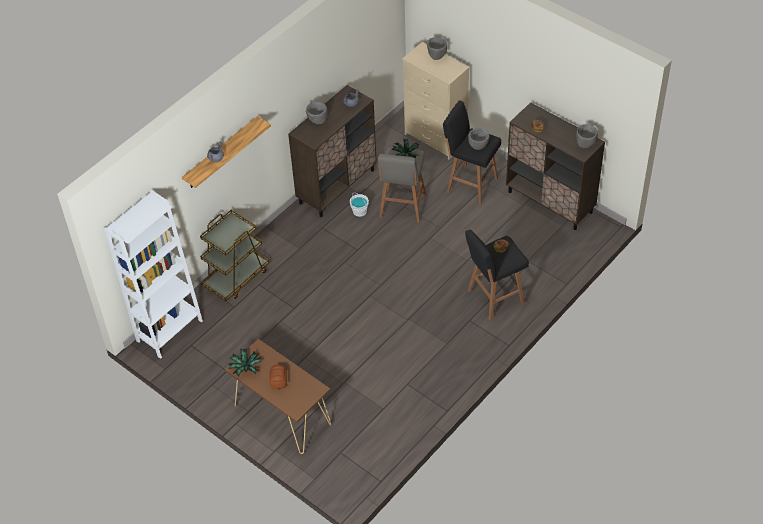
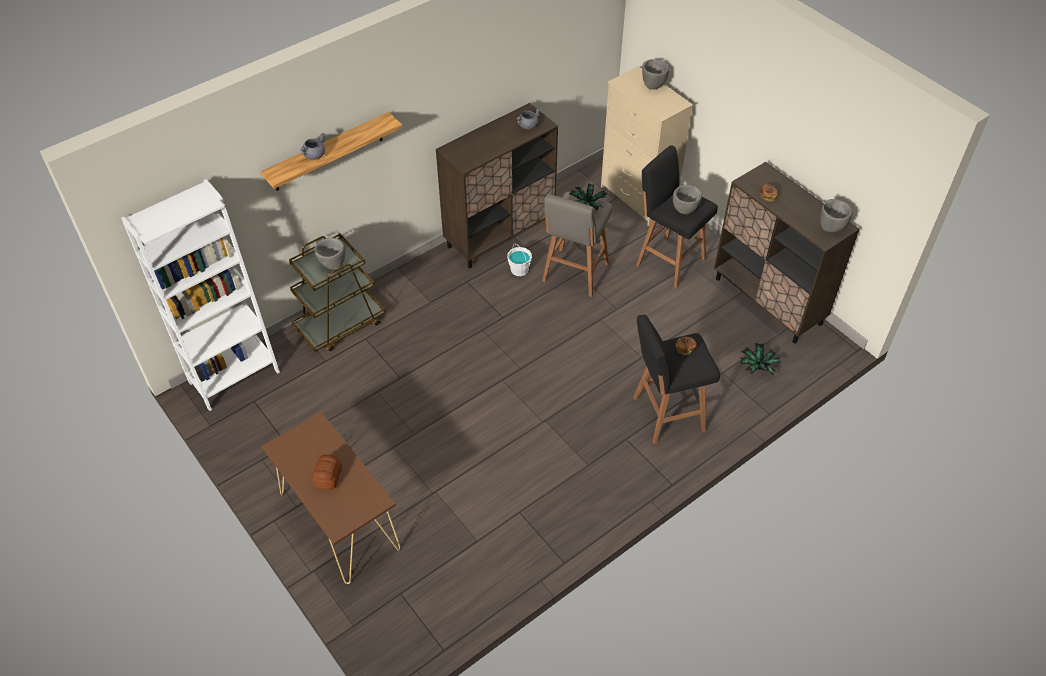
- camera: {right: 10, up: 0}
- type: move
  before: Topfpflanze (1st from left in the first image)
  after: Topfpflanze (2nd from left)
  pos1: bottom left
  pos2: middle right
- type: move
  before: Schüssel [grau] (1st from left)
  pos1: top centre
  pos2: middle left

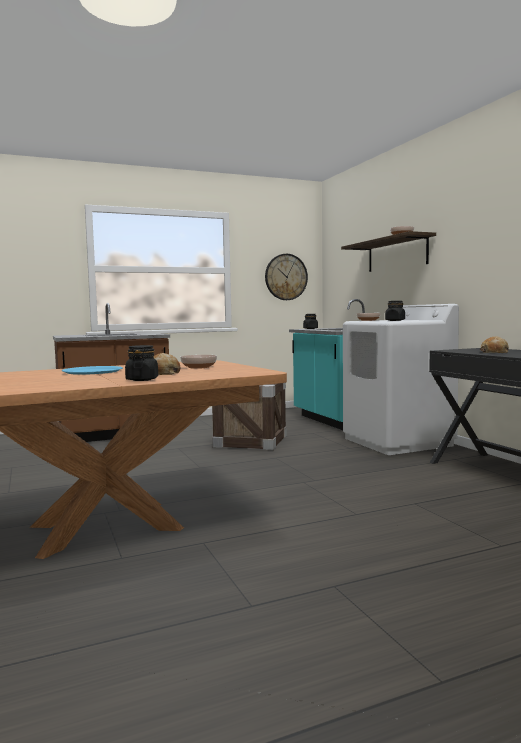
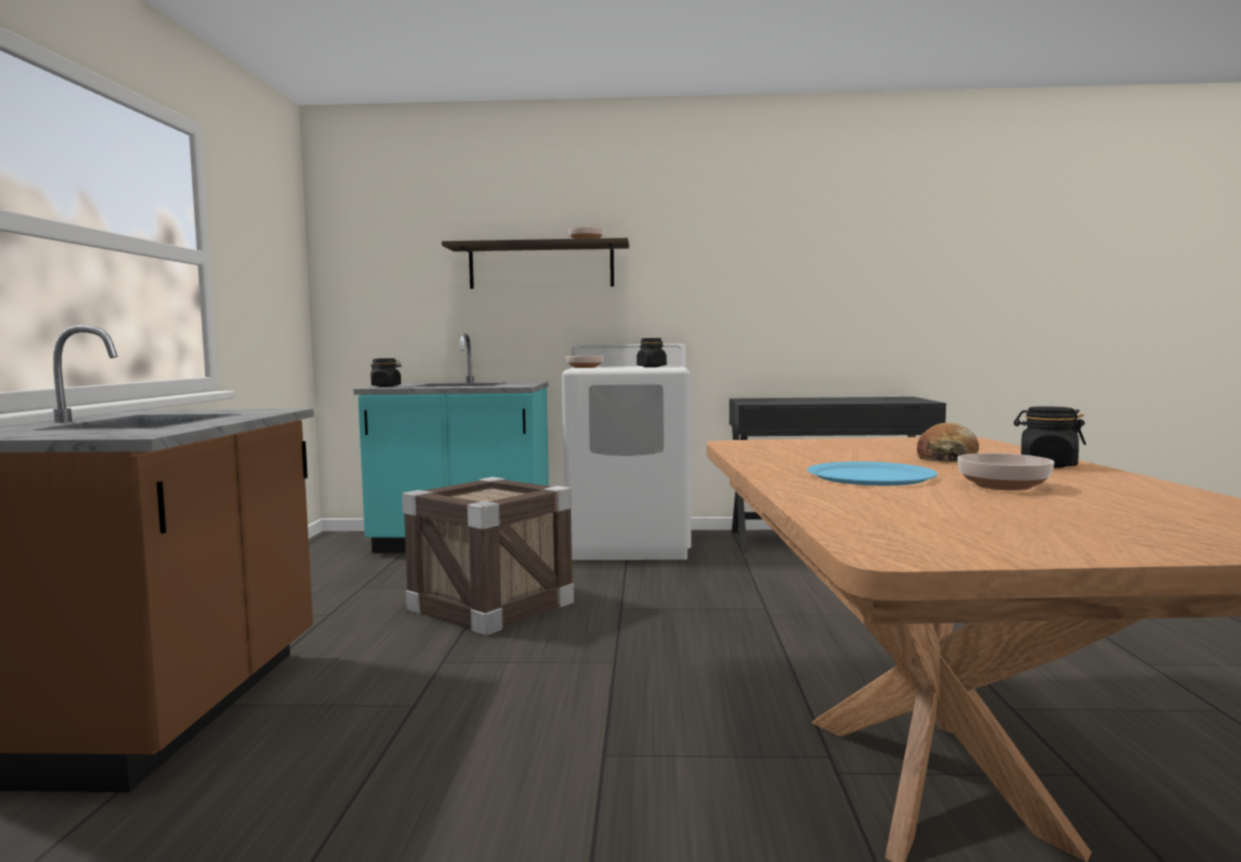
- camera: {right: -65, up: 0}
- type: delete
  before: Wanduhr
  pos1: centre
- type: delete
  before: Brot (2nd from left)
  pos1: middle right
- type: move
  before: Schüssel (1st from left in the first image)
  after: Schüssel (3rd from left)
  pos1: centre
  pos2: middle right

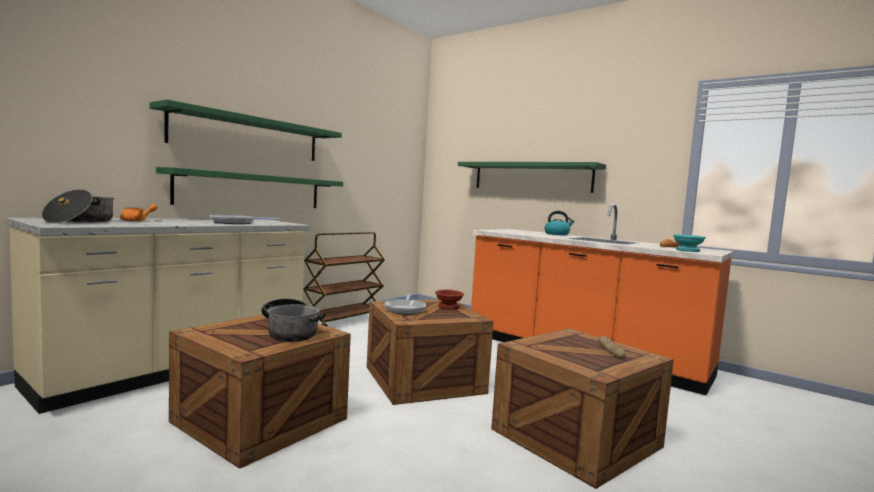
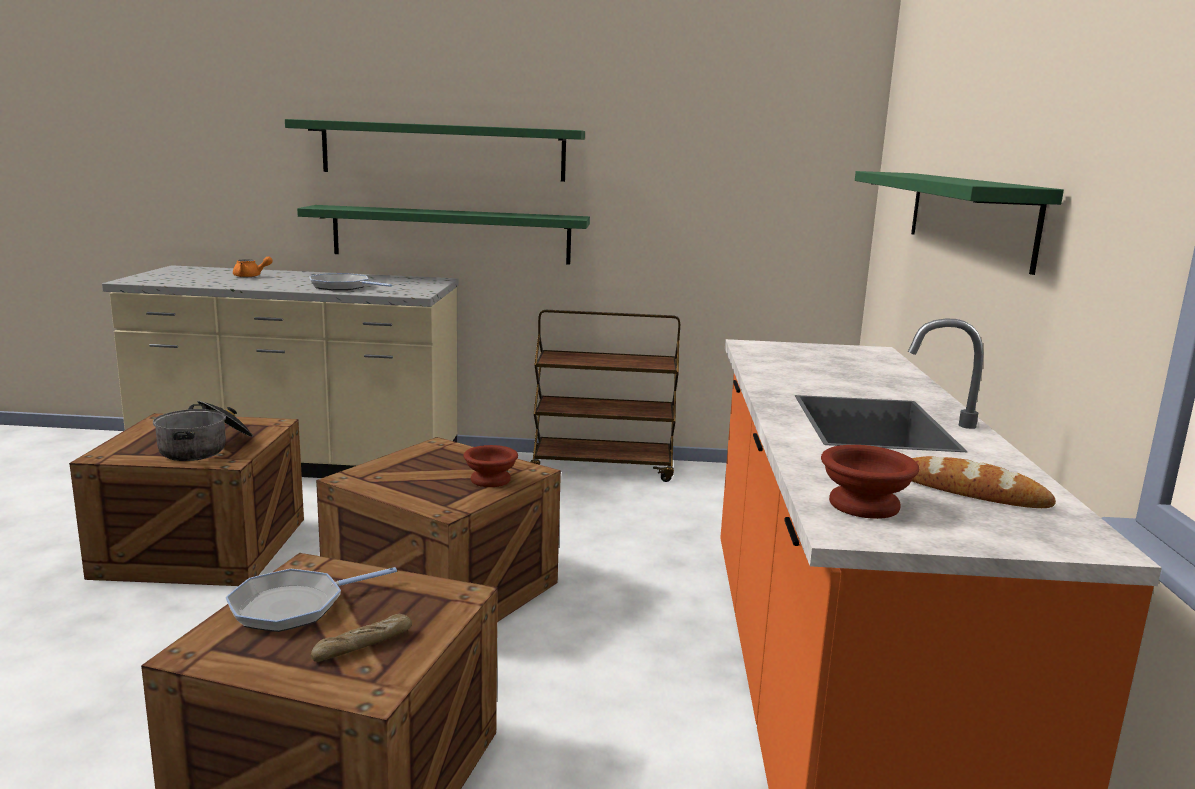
- camera: {right: 55, up: 10}
- type: delete
  before: Kochtopf (1st from left)
  pos1: middle left
- type: delete
  before: Wasserkessel
  pos1: centre
- type: move
  before: Pfanne (2nd from left in the first image)
  after: Pfanne (1st from left)
  pos1: centre
  pos2: bottom left
- type: recolor
  before: Schüssel [türkis]
  after: Schüssel [braun] (2nd from left)
  pos1: middle right
  pos2: middle right

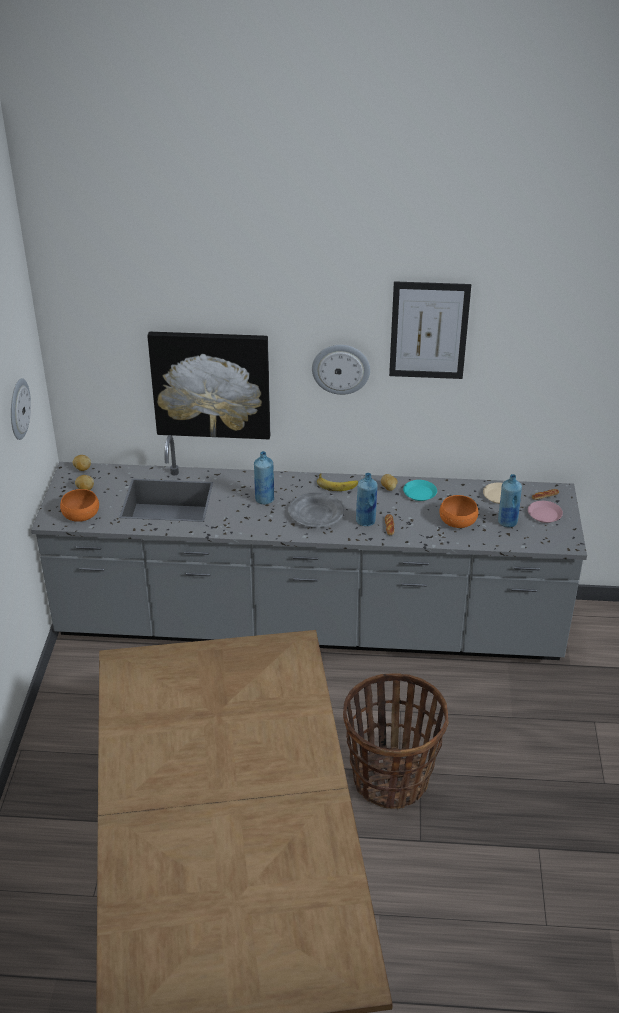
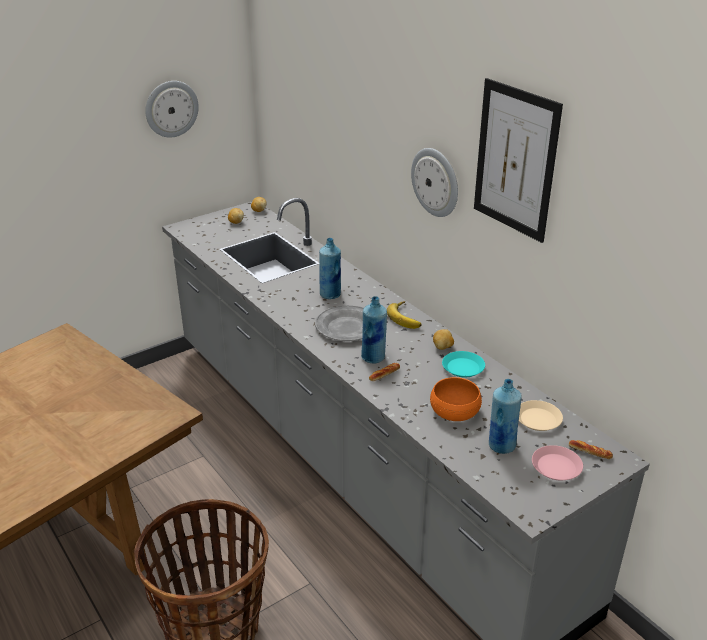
- camera: {right: 50, up: -5}
- type: delete
  before: Schüssel [orange] (1st from left)
  pos1: middle left
- type: delete
  before: Bild (1st from left)
  pos1: centre

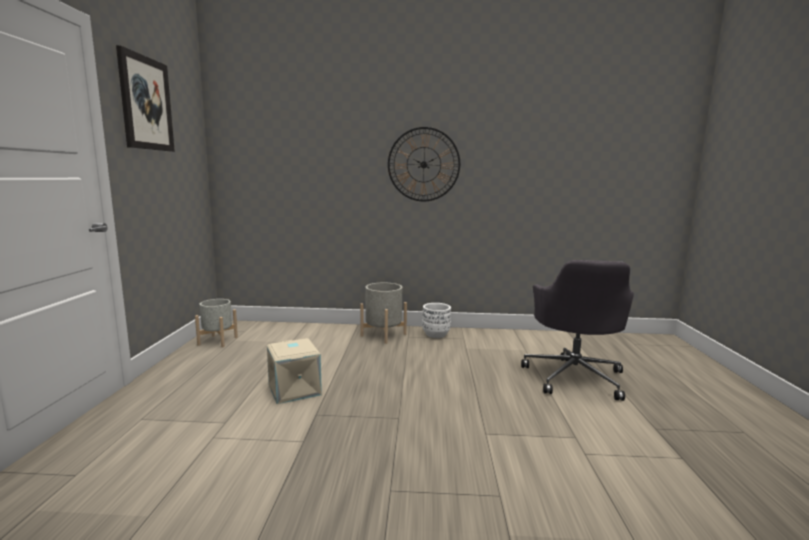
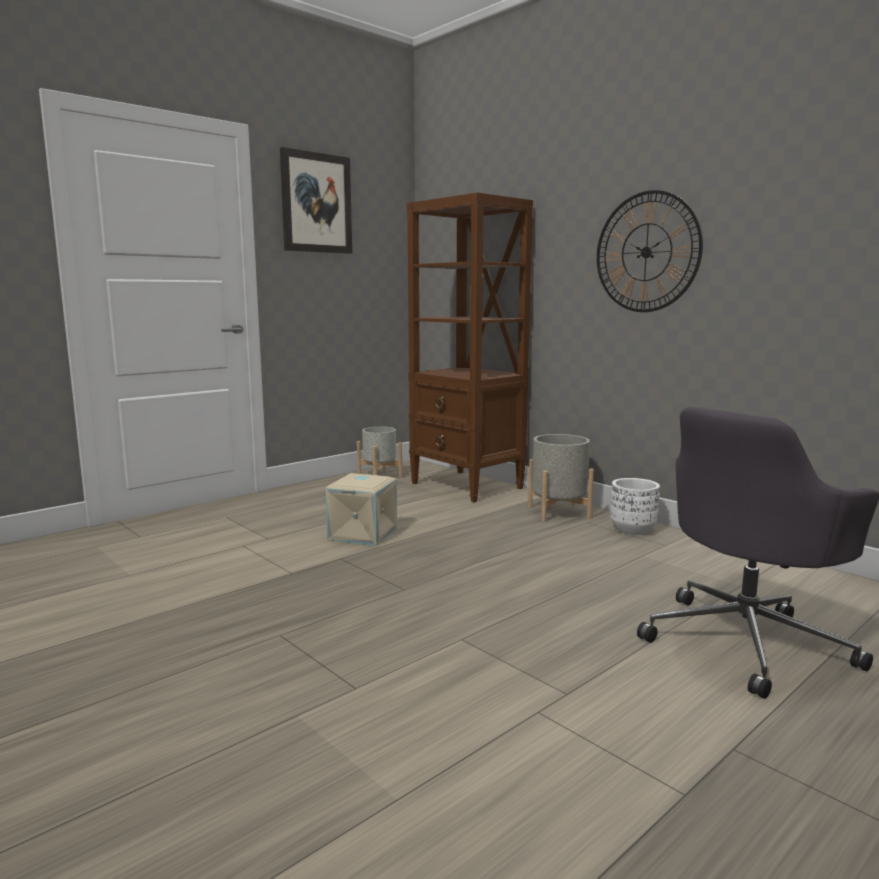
- camera: {right: 45, up: 0}
- type: insert
  after: Bücherregal [braun]
  pos2: centre

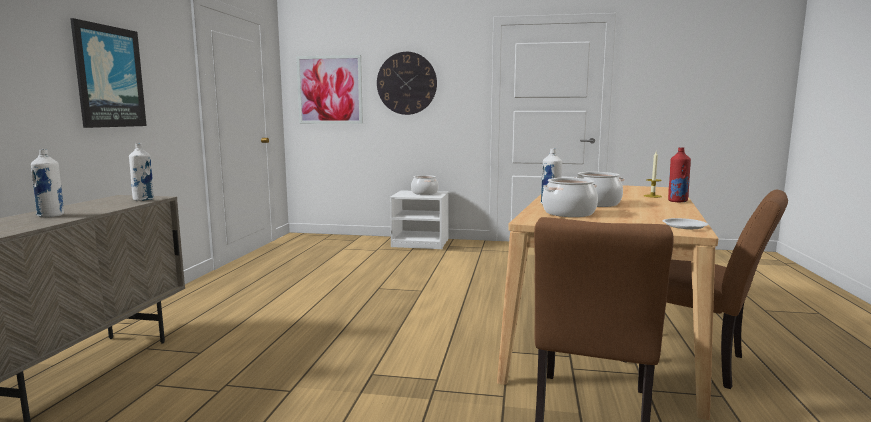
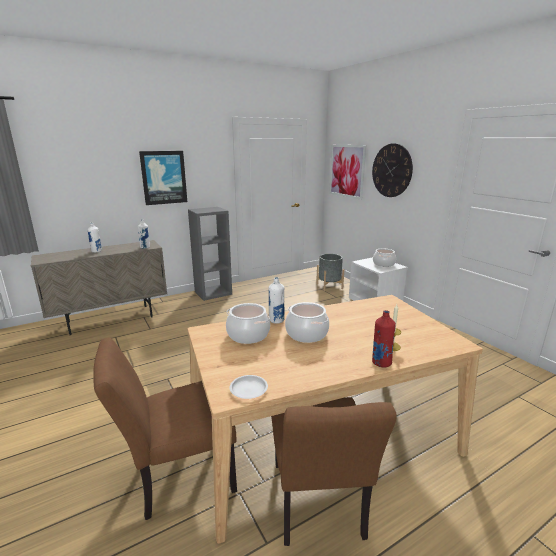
- camera: {right: 50, up: 10}
- type: insert
  after: Bücherregal [grau]
  pos2: centre
- type: insert
  after: Pflanzkübel [grau]
  pos2: centre

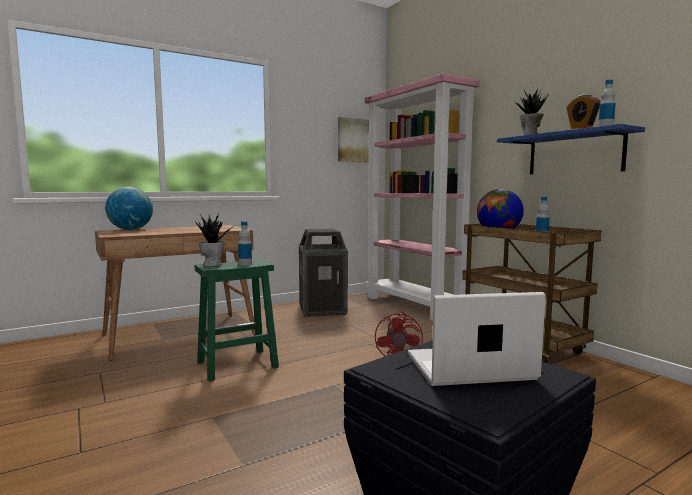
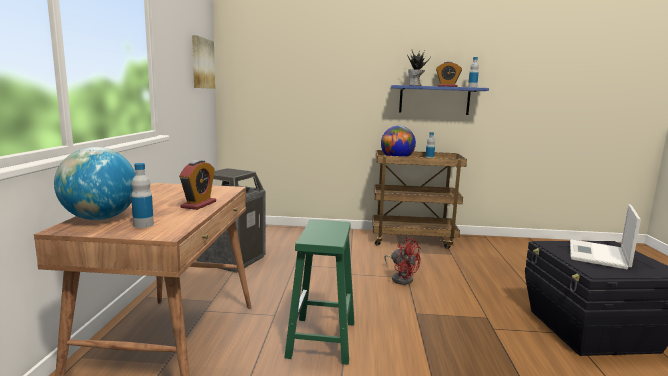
- camera: {right: -55, up: 5}
- type: delete
  before: Topfpflanze (1st from left)
  pos1: middle left
- type: delete
  before: Bücherregal [rosa]
  pos1: centre
- type: insert
  after: Wecker (1st from left)
  pos2: middle left
- type: move
  before: Flasche (1st from left)
  pos1: centre
  pos2: middle left

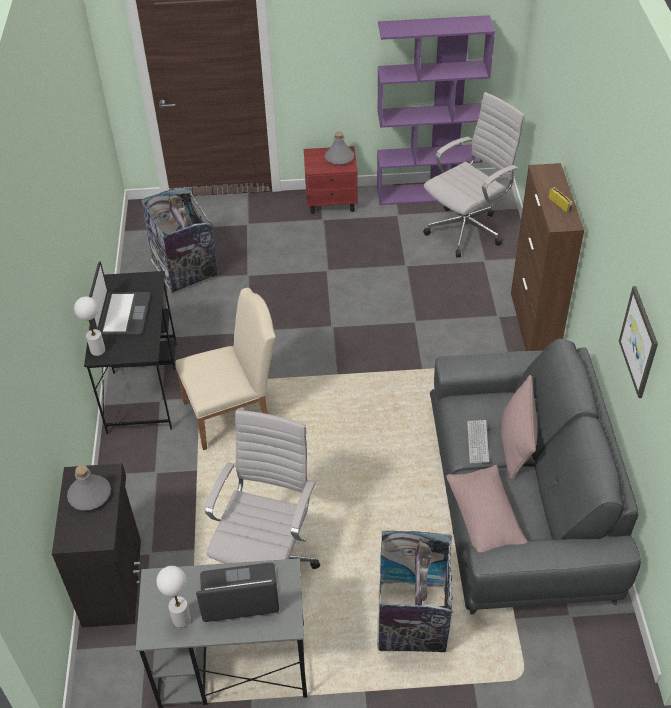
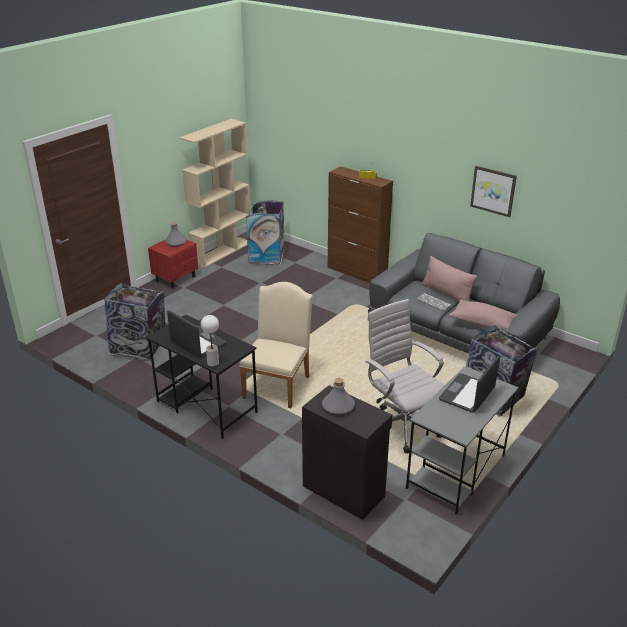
- camera: {right: -50, up: -15}
- type: delete
  before: Tischlampe [weiß] (2nd from left)
  pos1: bottom left
- type: replace
  before: Bürostuhl [weiß] (2nd from left)
  after: Mülleimer (2nd from left)
  pos1: top right
  pos2: centre
- type: recolor
  before: Bücherregal [lila]
  after: Bücherregal [beige]
  pos1: top centre
  pos2: top centre

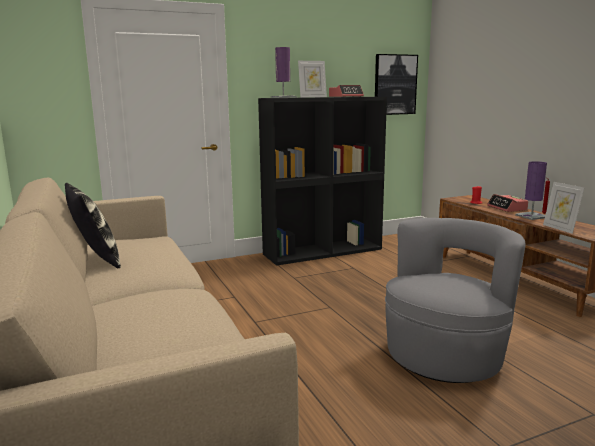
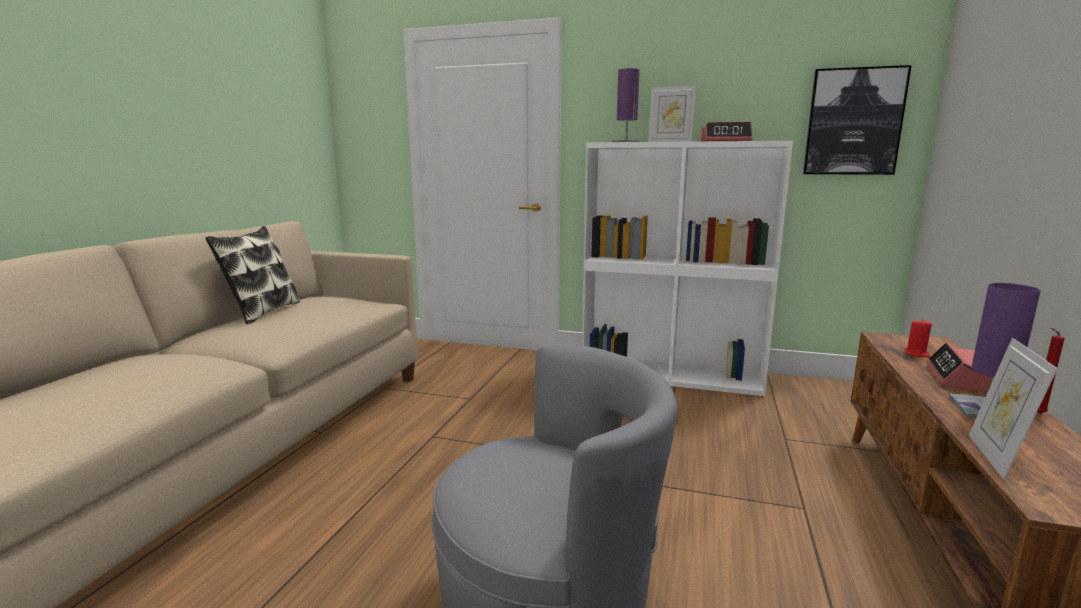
- camera: {right: 40, up: 0}
- type: recolor
  before: Bücherregal [schwarz]
  after: Bücherregal [weiß]
  pos1: centre
  pos2: centre

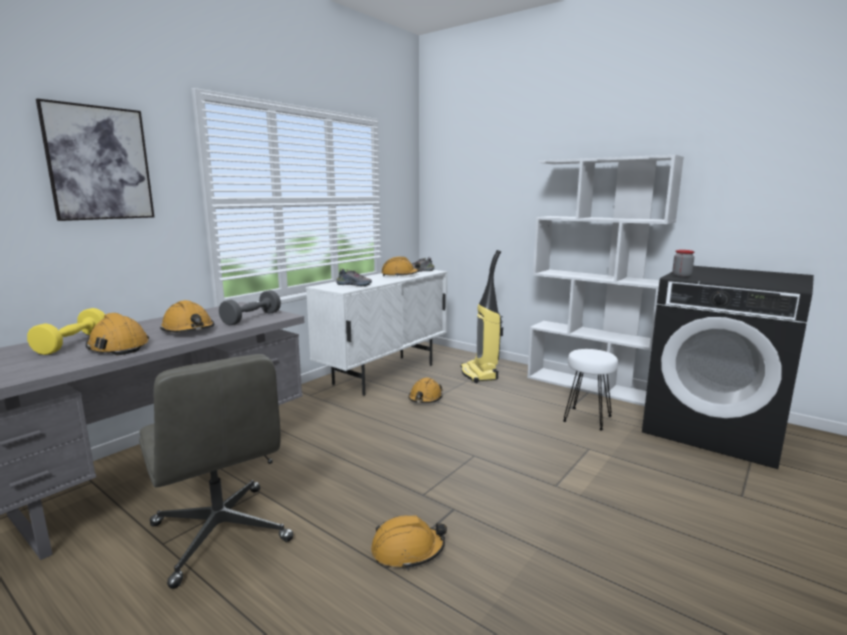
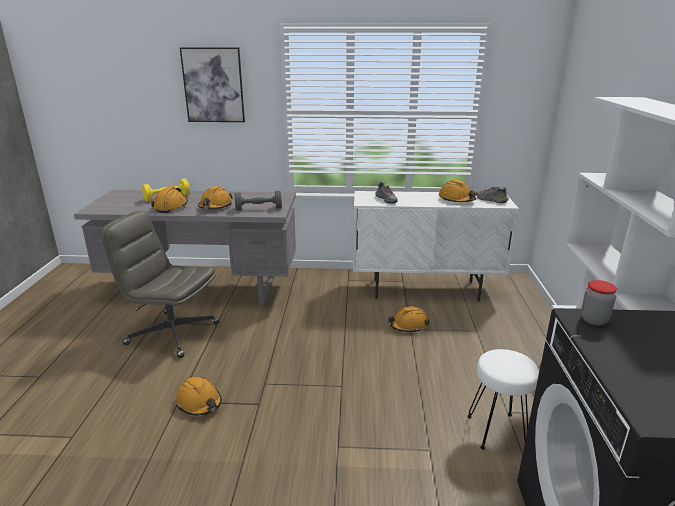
- camera: {right: 55, up: 10}
- type: delete
  before: Staubsauger
  pos1: centre
- type: rotate
  before: Bürostuhl [grau]
  pos1: bottom left
  pos2: middle left
  turn: 90

